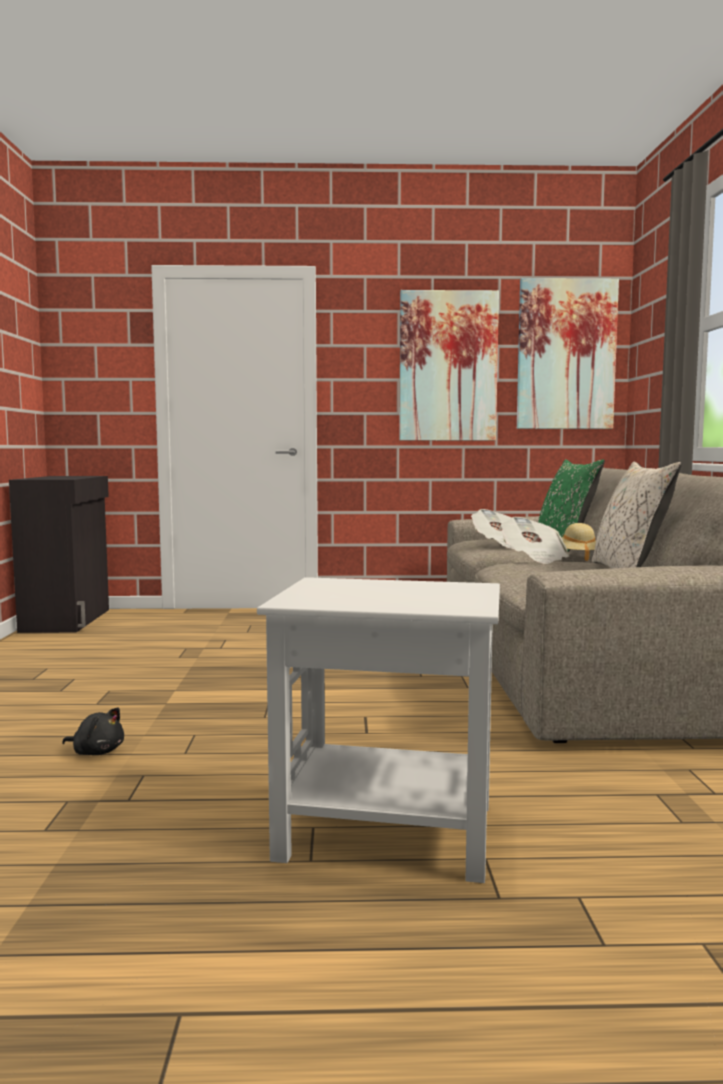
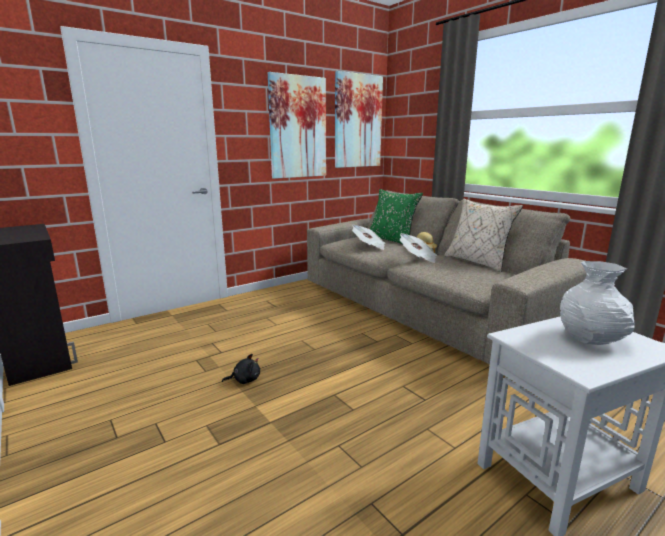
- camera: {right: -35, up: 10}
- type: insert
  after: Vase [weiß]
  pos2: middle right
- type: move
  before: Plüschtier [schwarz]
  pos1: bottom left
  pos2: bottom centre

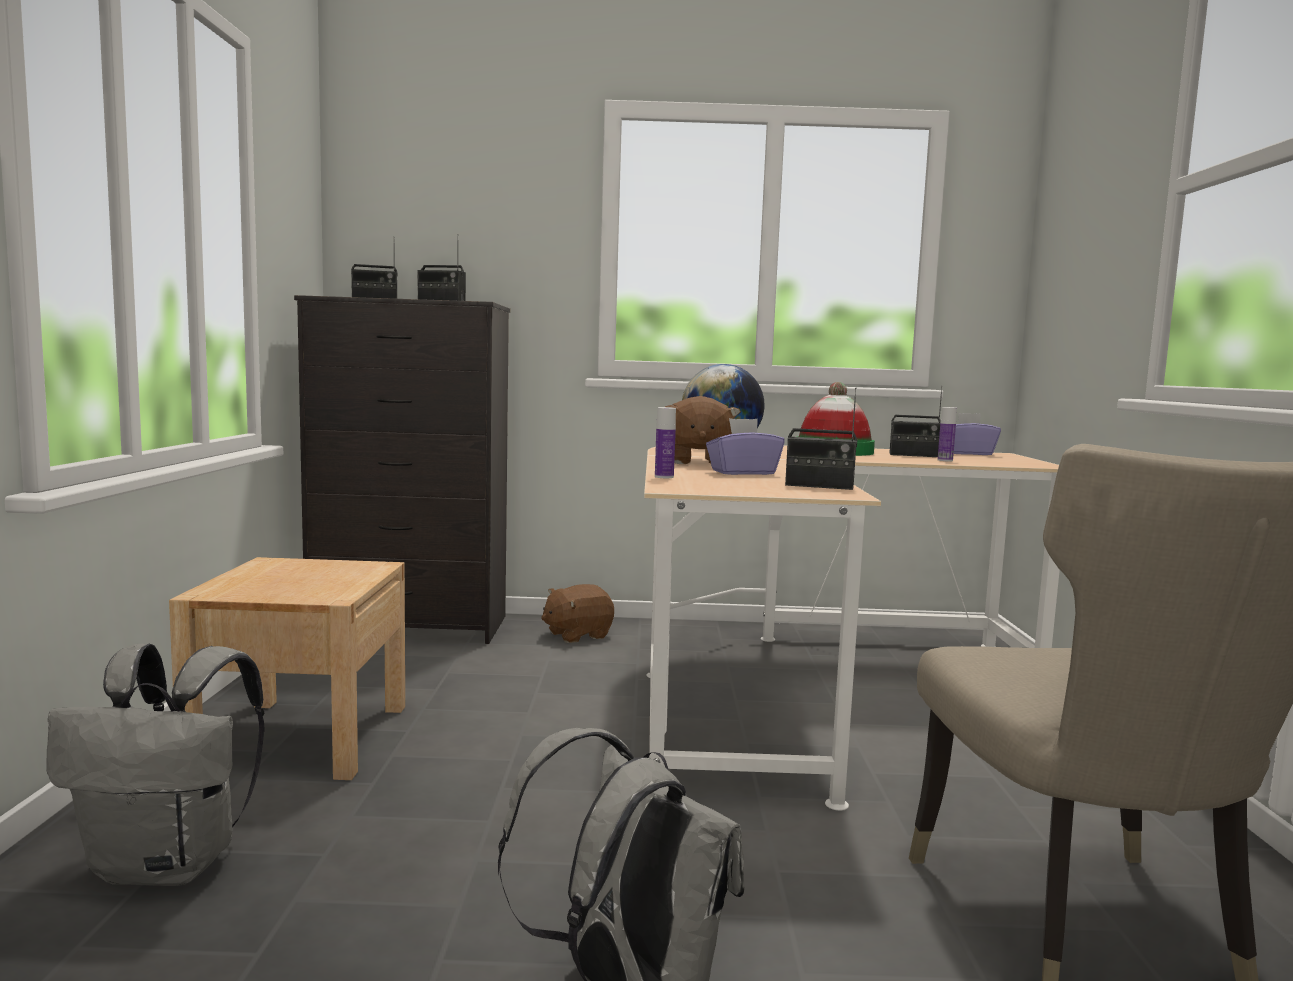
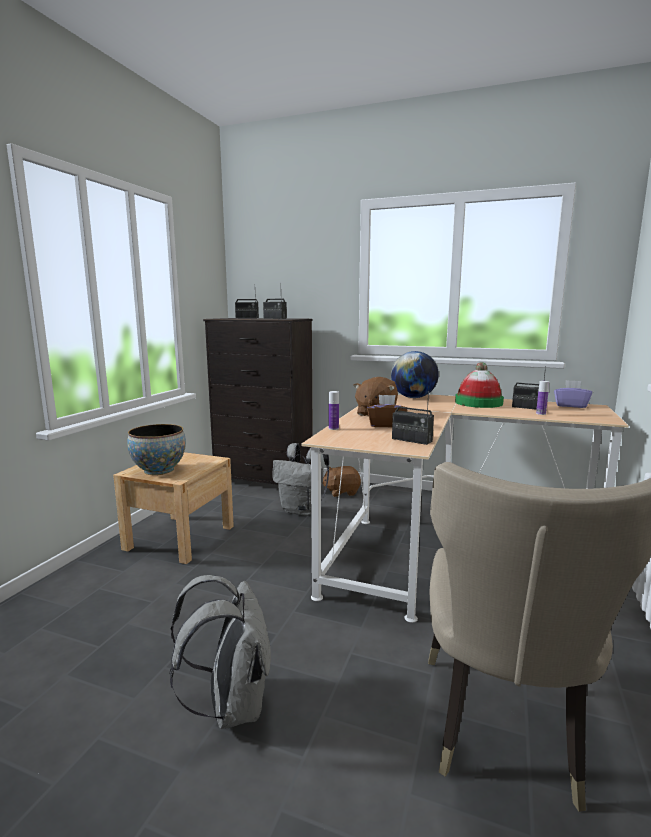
- camera: {right: 20, up: 5}
- type: insert
  after: Schüssel
  pos2: middle left
- type: move
  before: Rucksack [grau] (1st from left in the first image)
  after: Rucksack [grau] (2nd from left)
  pos1: bottom left
  pos2: centre
- type: recolor
  before: Taschentuchbox [lila] (1st from left)
  after: Taschentuchbox [braun]
  pos1: centre
  pos2: centre

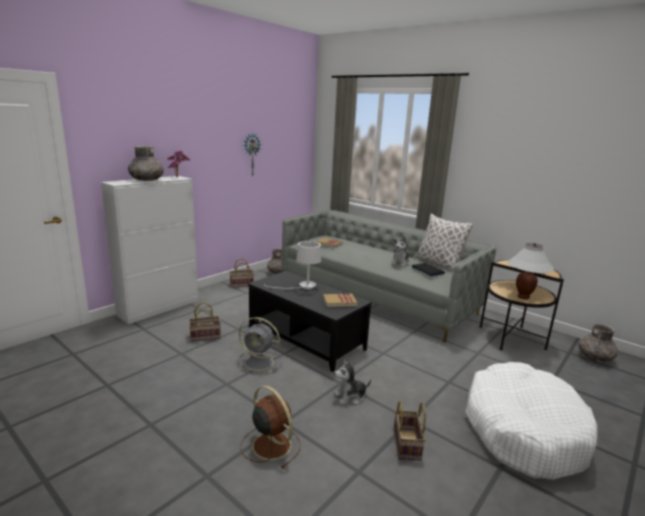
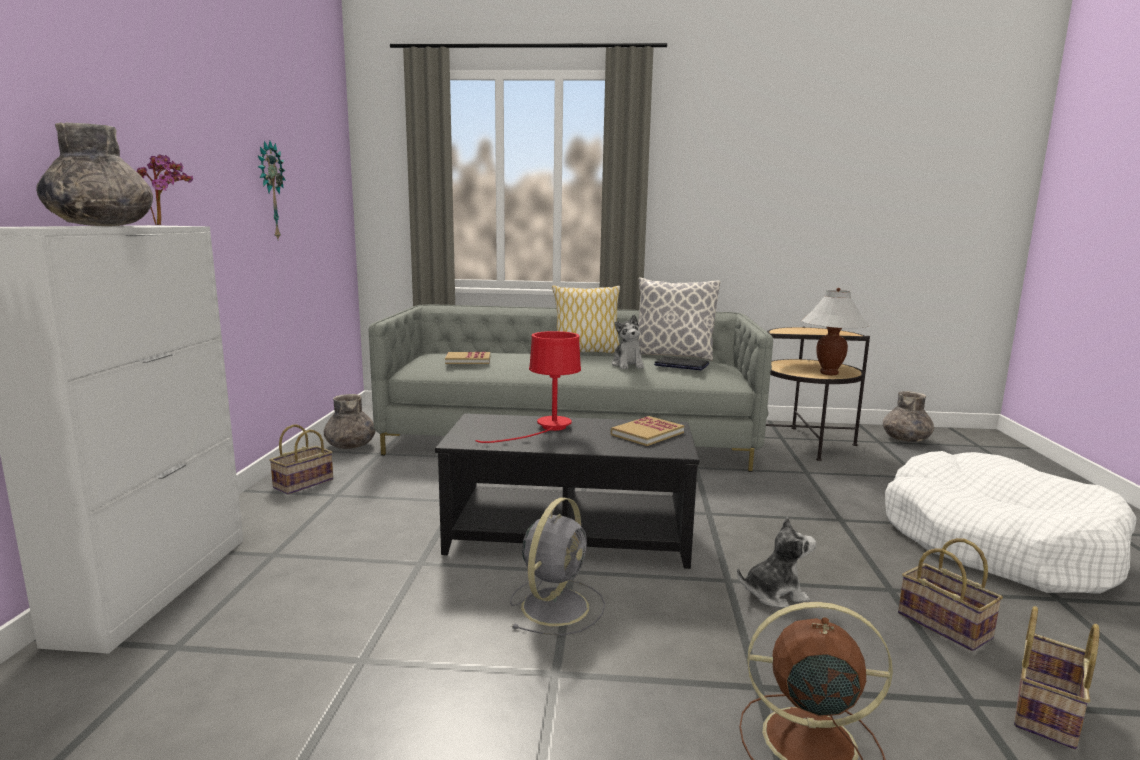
- camera: {right: -35, up: -5}
- type: insert
  after: Kissen (1st from left)
  pos2: centre
- type: move
  before: Korb (1st from left in the first image)
  after: Korb (3rd from left)
  pos1: middle left
  pos2: bottom right
- type: recolor
  before: Tischlampe [weiß] (1st from left)
  after: Tischlampe [rot]
  pos1: centre
  pos2: centre
- type: rotate
  before: Ventilator [grau]
  pos1: bottom centre
  pos2: bottom centre
  turn: -45
- type: rotate
  before: Plüschtier (1st from left in the first image)
  pos1: bottom centre
  pos2: bottom right
  turn: -135

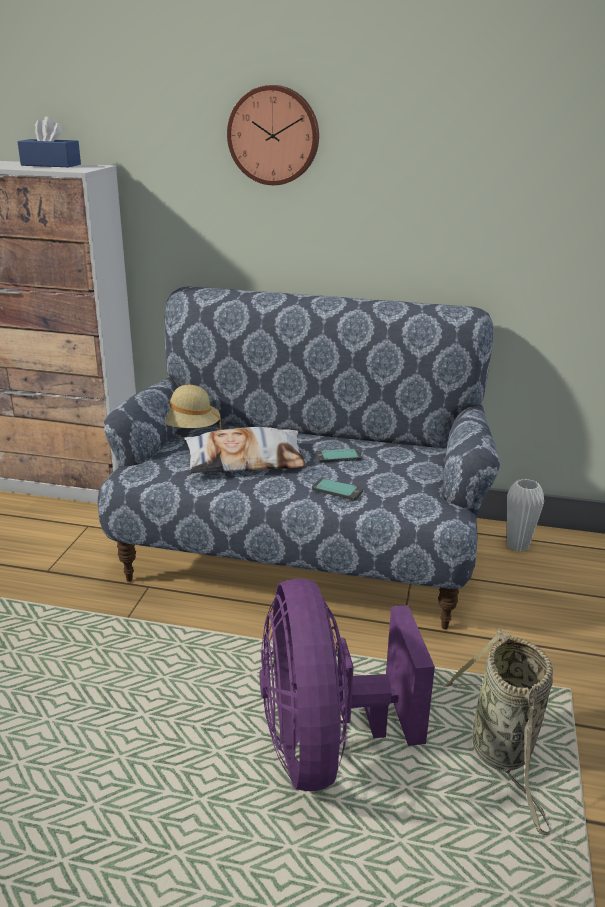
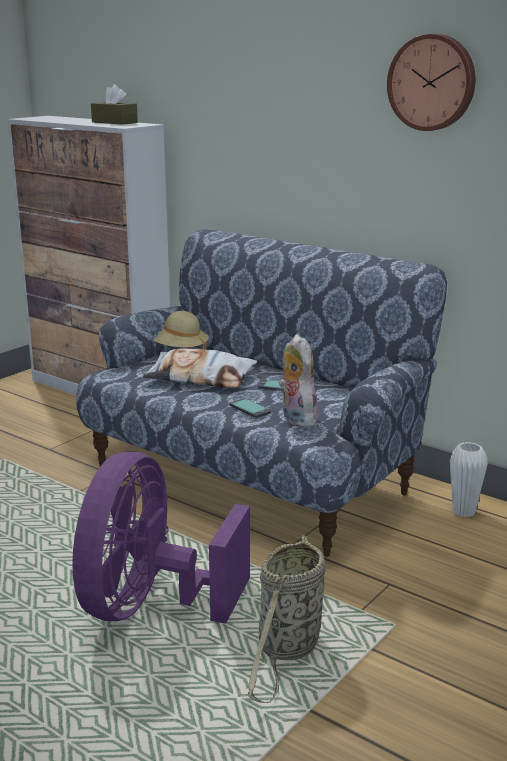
- camera: {right: 25, up: -5}
- type: insert
  after: Plüschtier
  pos2: centre
- type: move
  before: Wanduhr
  pos1: top centre
  pos2: top right
- type: recolor
  before: Taschentuchbox [blau]
  after: Taschentuchbox [braun]
  pos1: top left
  pos2: top left

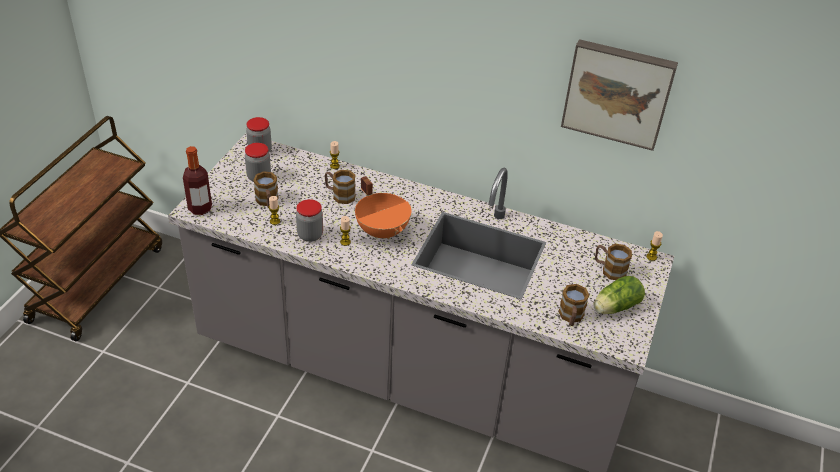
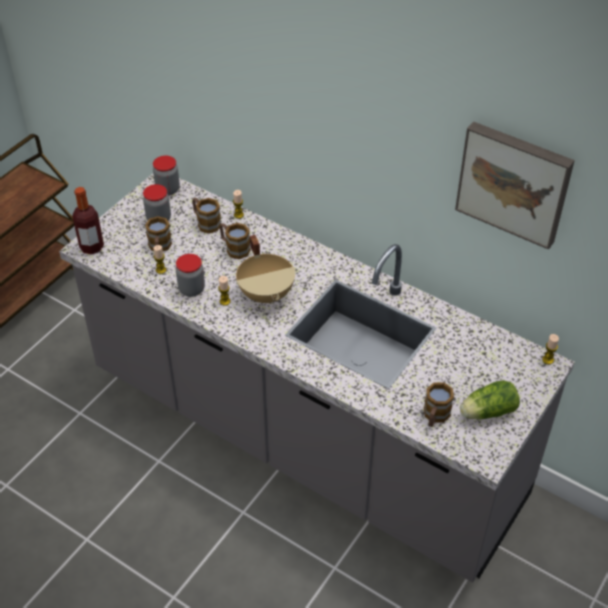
- camera: {right: 15, up: 5}
- type: move
  before: Henkelbecher (4th from left in the first image)
  after: Henkelbecher (2nd from left)
  pos1: middle right
  pos2: centre
- type: recolor
  before: Kochtopf [orange]
  after: Kochtopf [beige]
  pos1: centre
  pos2: centre

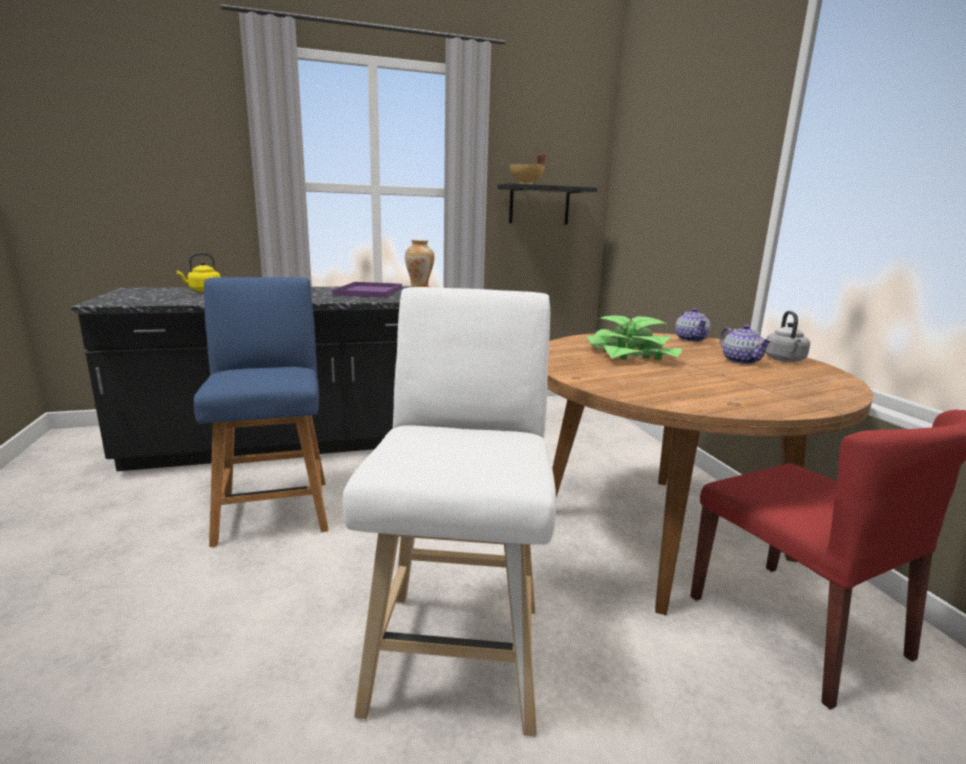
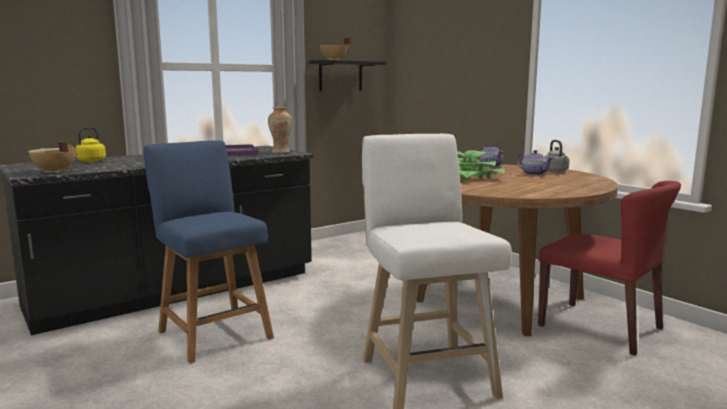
- camera: {right: -20, up: -5}
- type: insert
  after: Kochtopf [beige] (1st from left)
  pos2: middle left

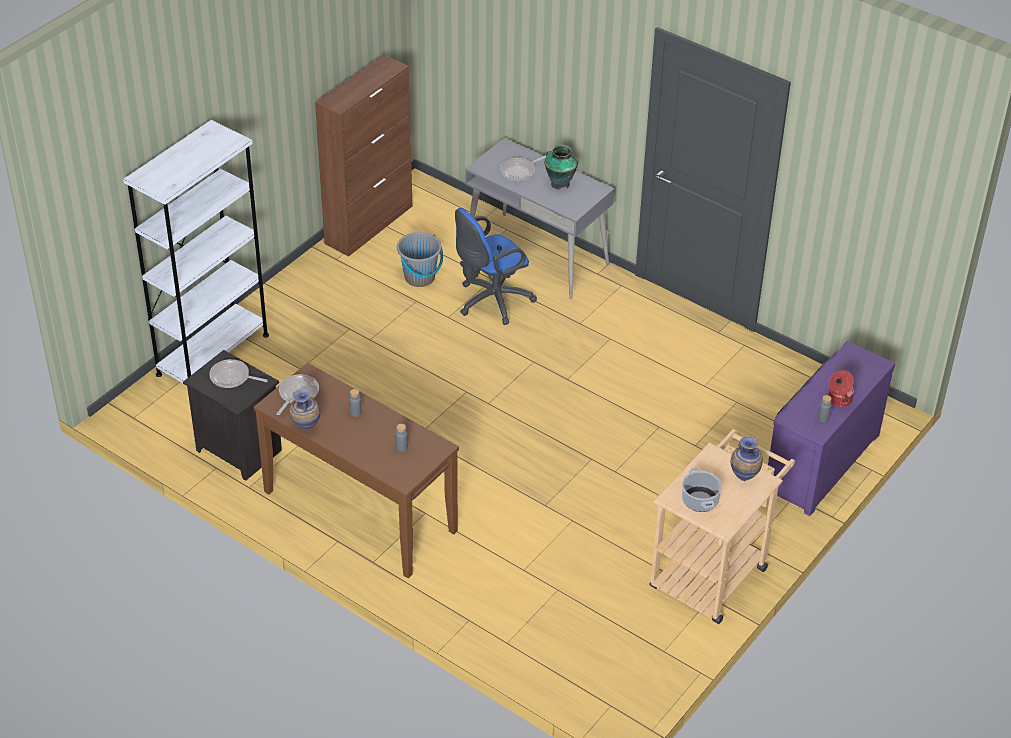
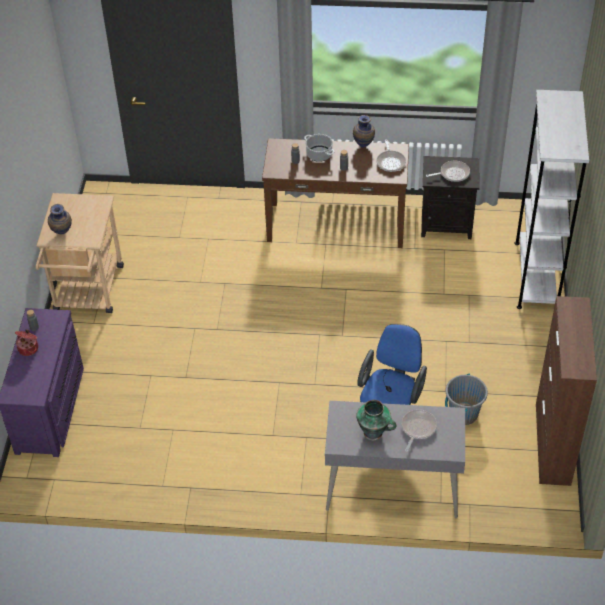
- camera: {right: 150, up: 5}
- type: move
  before: Kochtopf (1st from left in the first image)
  after: Kochtopf (2nd from left)
  pos1: middle right
  pos2: top centre

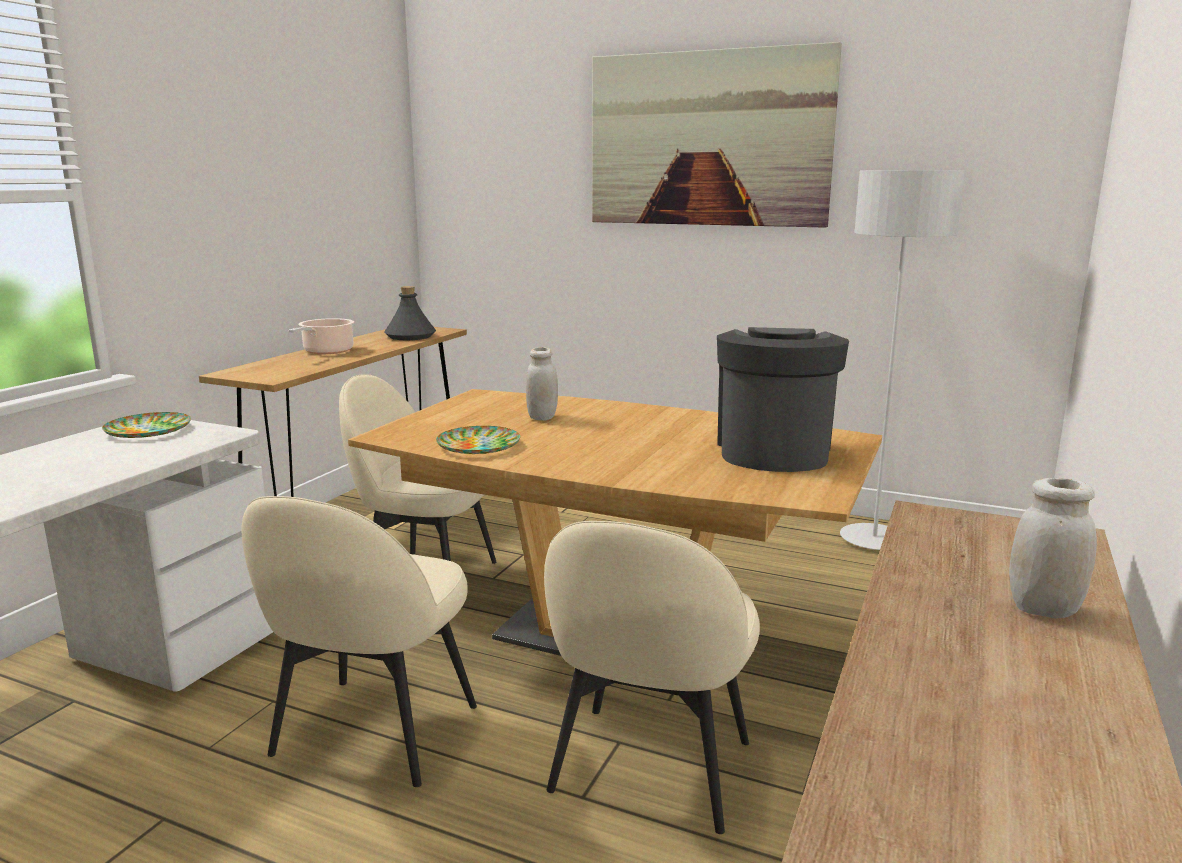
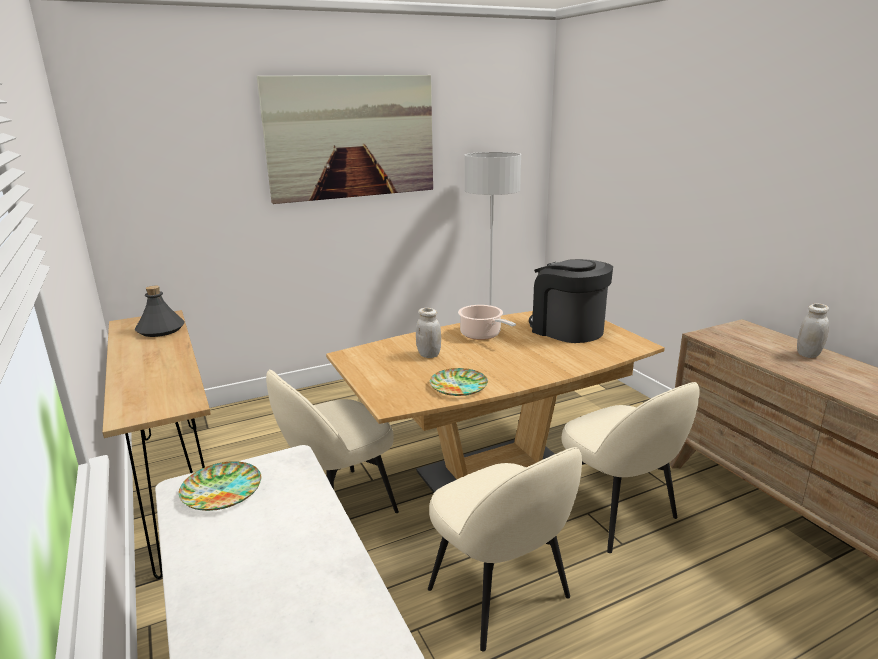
- camera: {right: -50, up: 5}
- type: move
  before: Kochtopf
  pos1: middle left
  pos2: centre

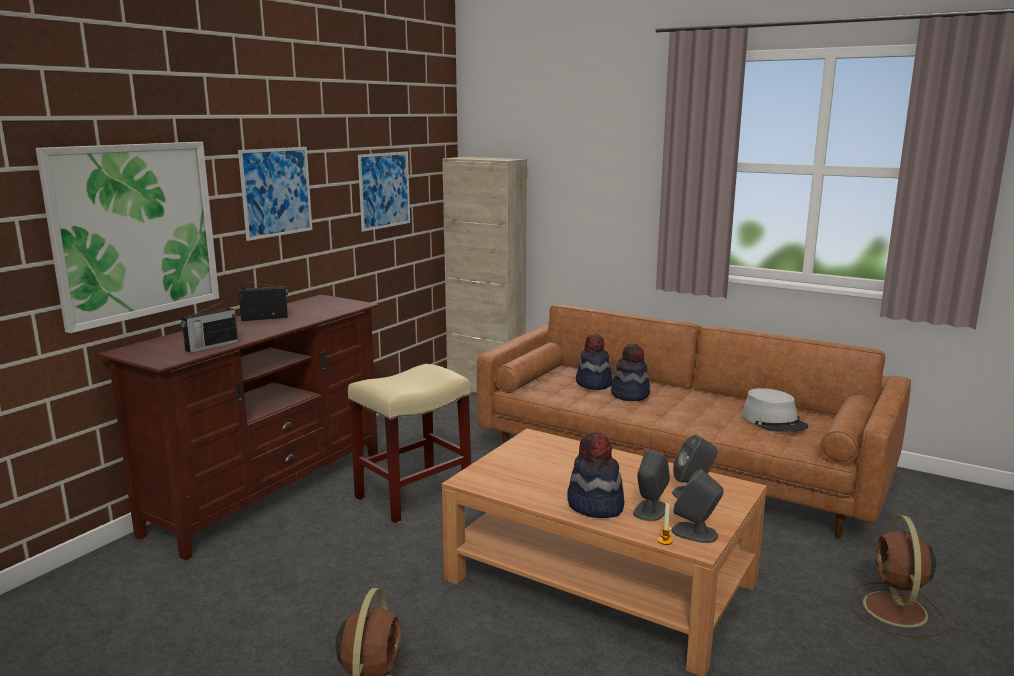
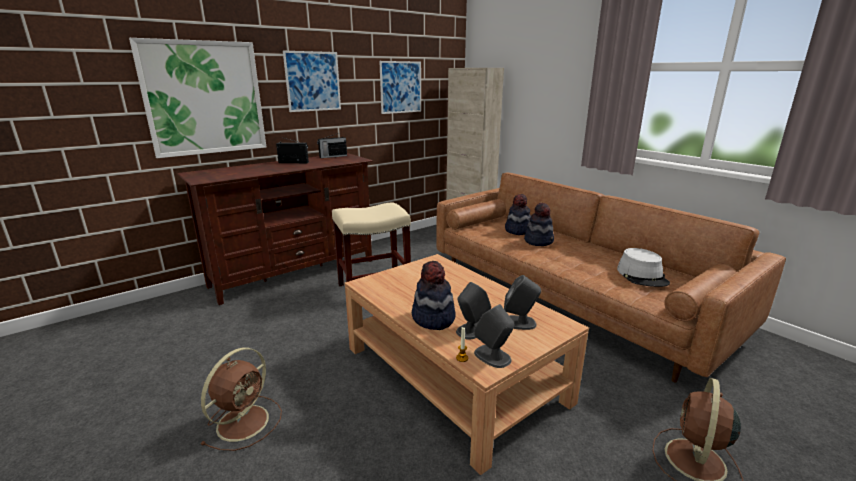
- camera: {right: 20, up: 5}
- type: move
  before: Radio (1st from left in the first image)
  after: Radio (2nd from left)
  pos1: middle left
  pos2: top centre

